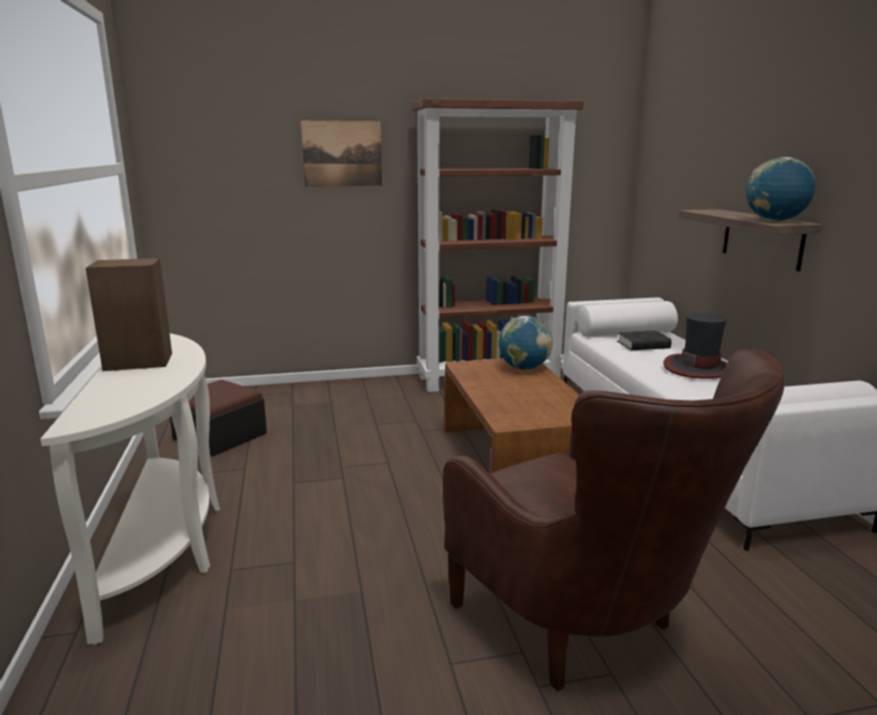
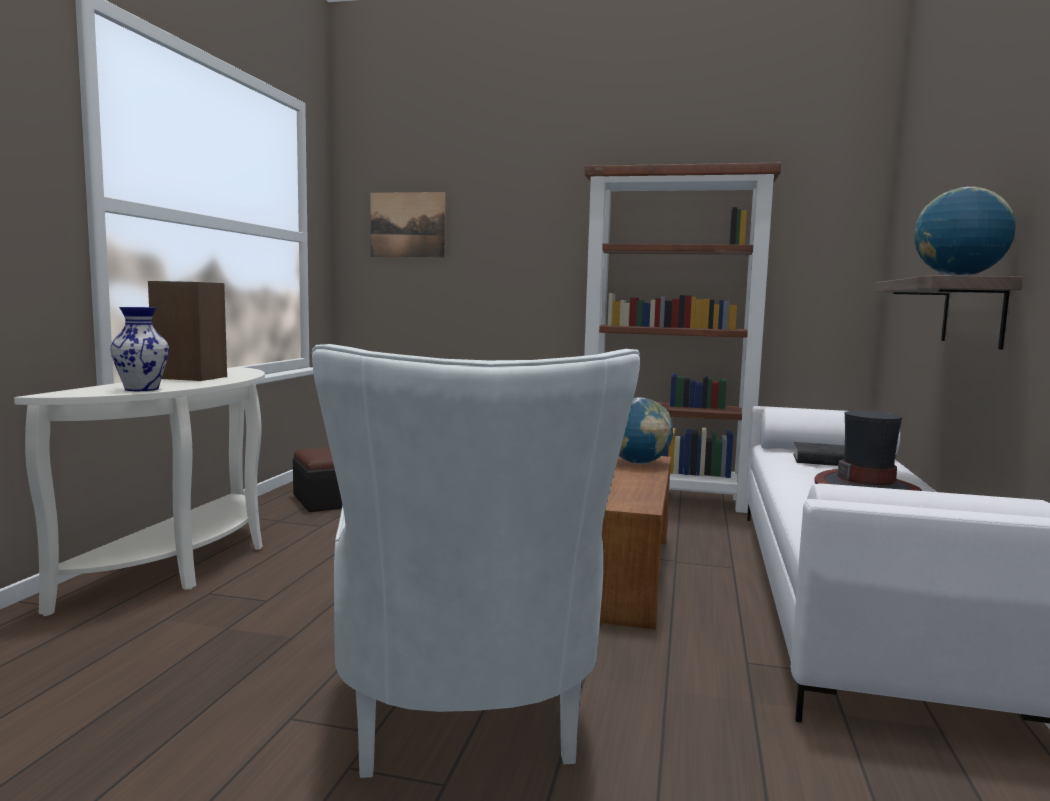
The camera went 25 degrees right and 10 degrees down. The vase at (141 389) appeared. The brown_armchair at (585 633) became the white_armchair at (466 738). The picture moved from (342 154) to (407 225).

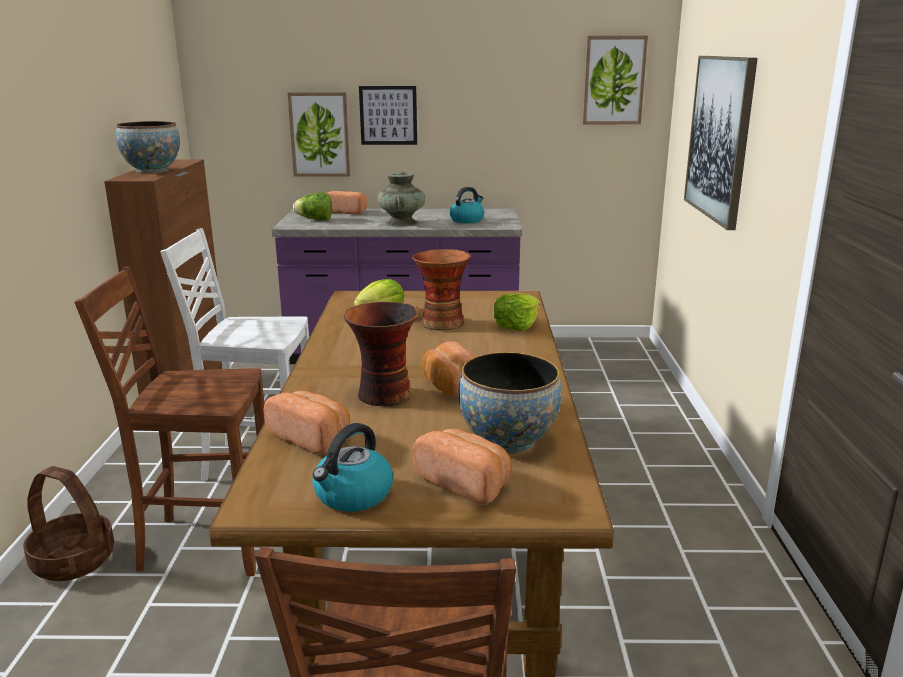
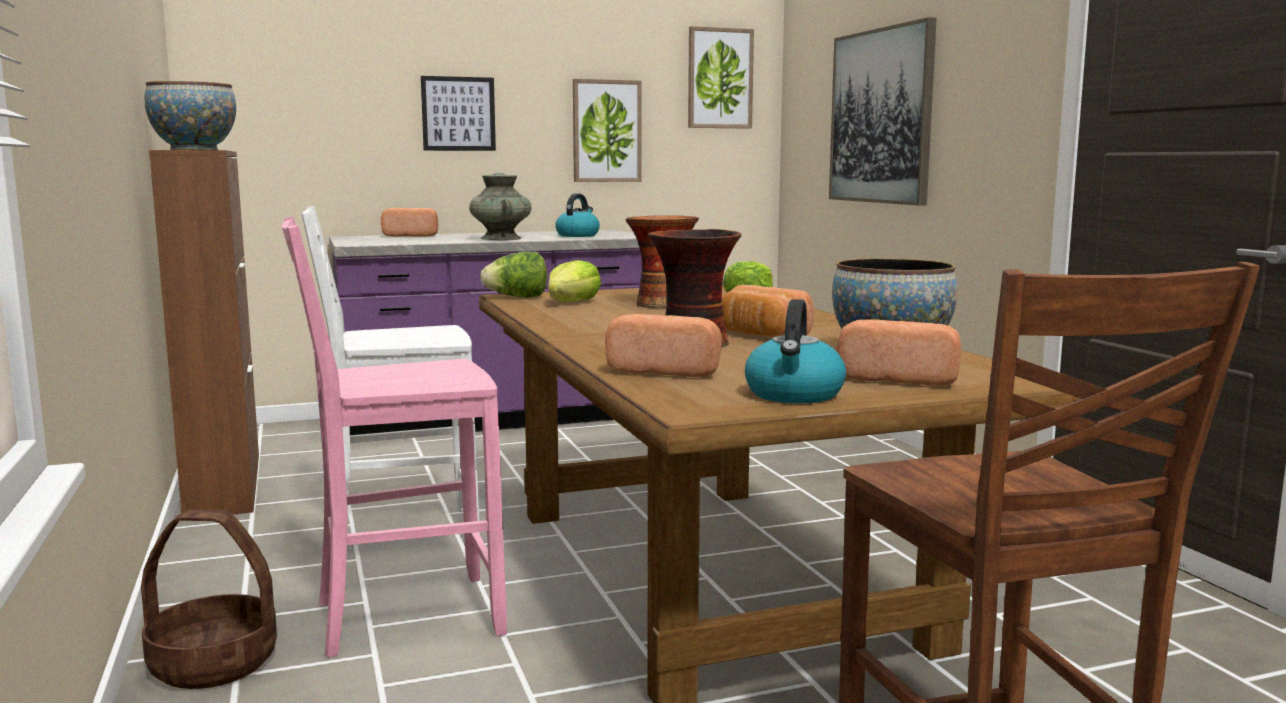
The camera went 20 degrees left and 10 degrees down. The brown_chair at (206 543) became the pink_chair at (404 616). The lettuce moved from (315 220) to (517 297). The picture moved from (320 134) to (606 131).

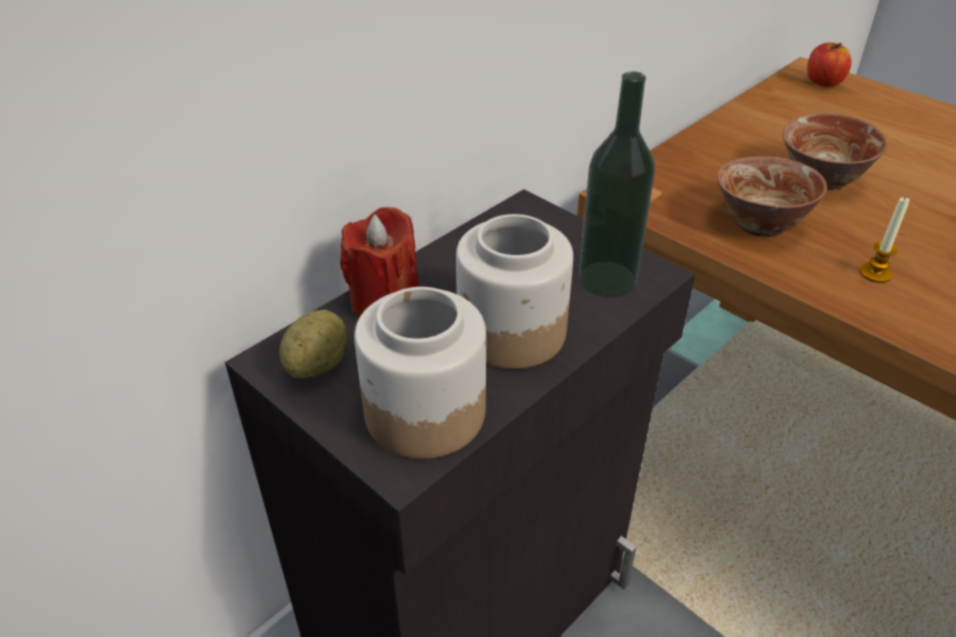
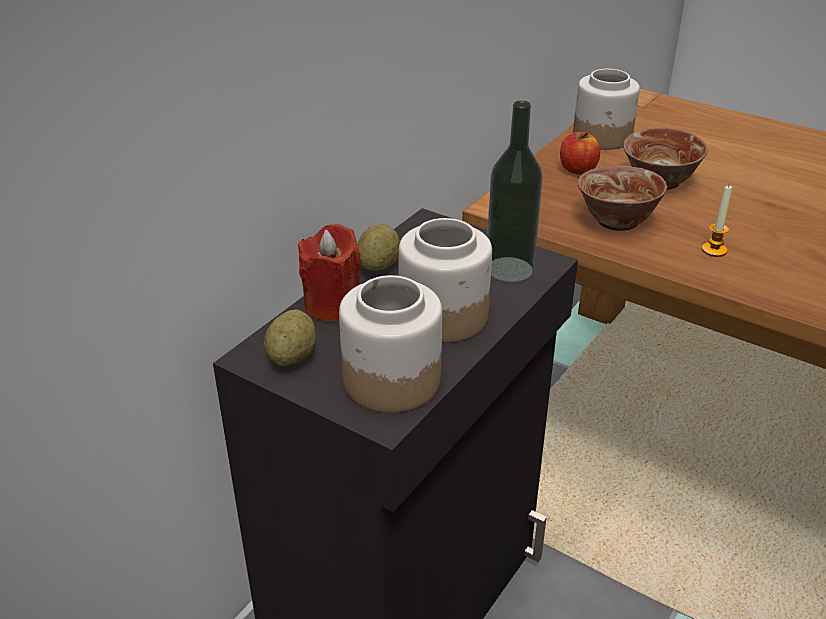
The camera went 10 degrees left and 5 degrees down. The potato at (378 265) appeared. The apple moved from (823 82) to (577 169). The jar at (602 137) appeared.

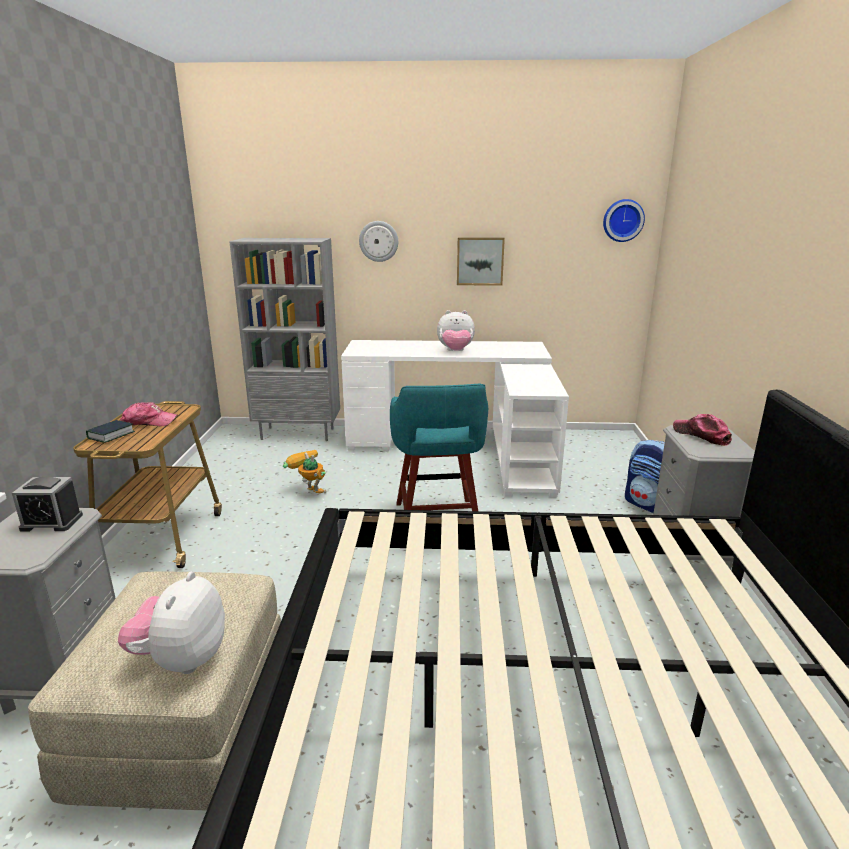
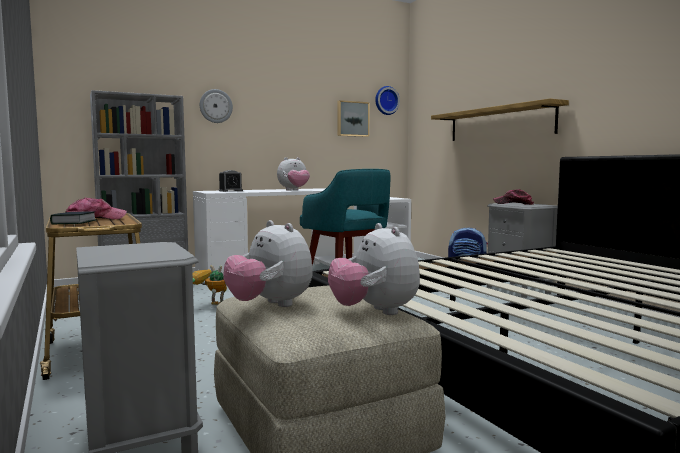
The camera went 30 degrees left and 15 degrees down. The alarm_clock moved from (51 522) to (230 191). The plush_toy at (270 305) appeared. The picture moved from (480 261) to (352 119). The shelf at (499 123) appeared.

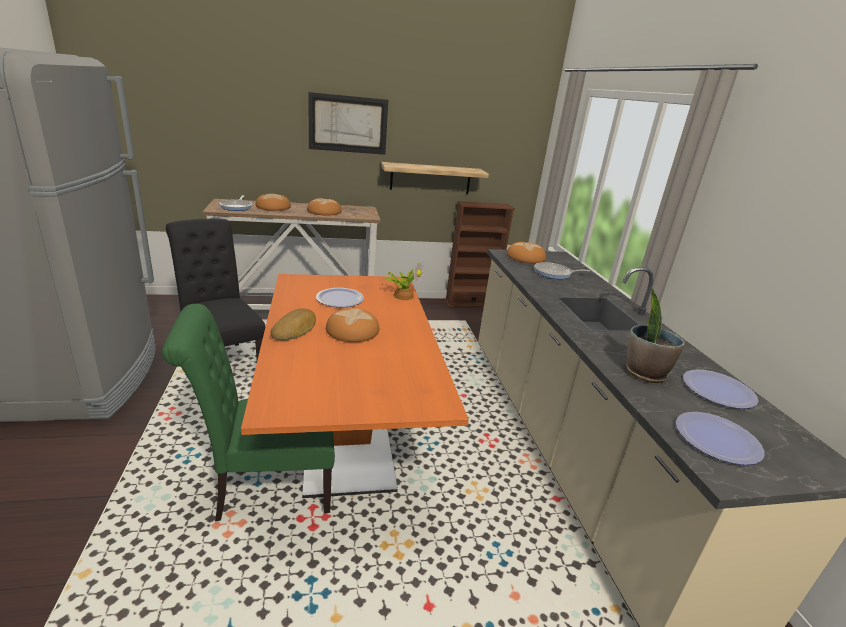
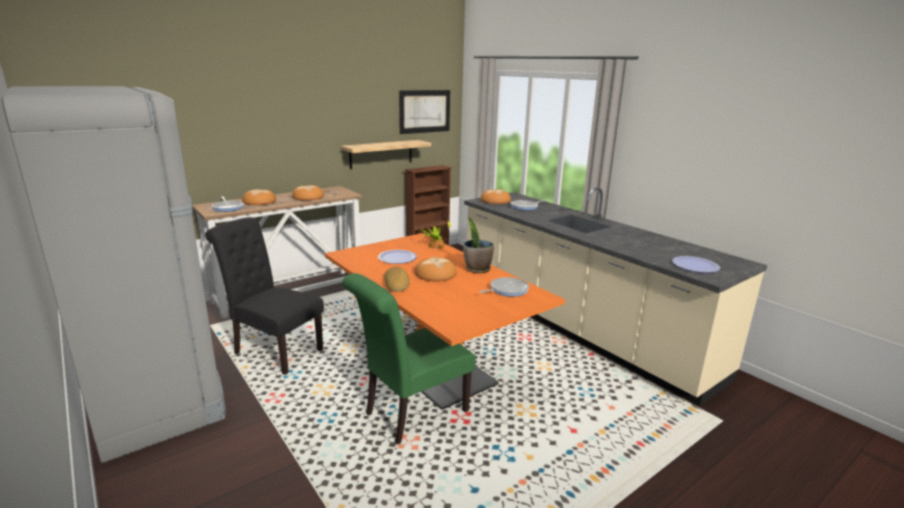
The camera went 25 degrees left and 5 degrees down. The picture moved from (348 124) to (425 111). The potted_plant moved from (644 373) to (477 269). The frying_pan at (507 290) appeared. The plate at (718 390) disappeared.

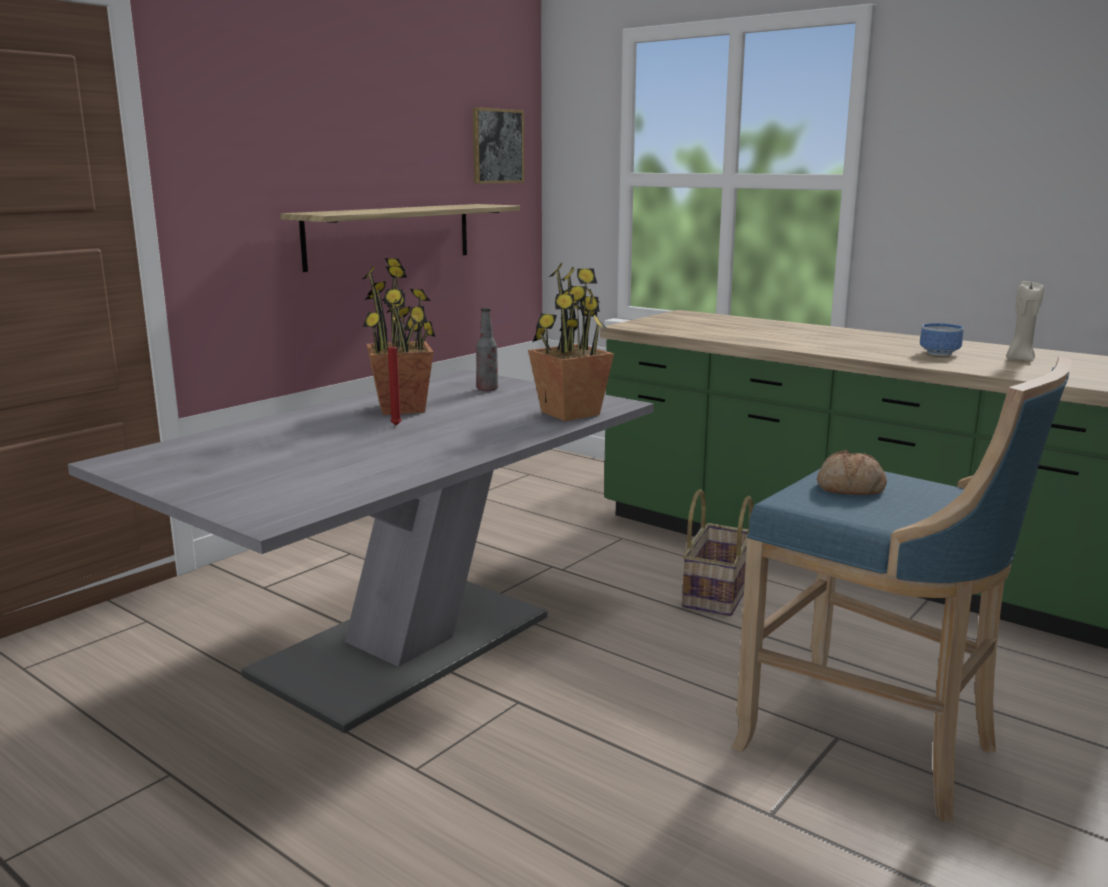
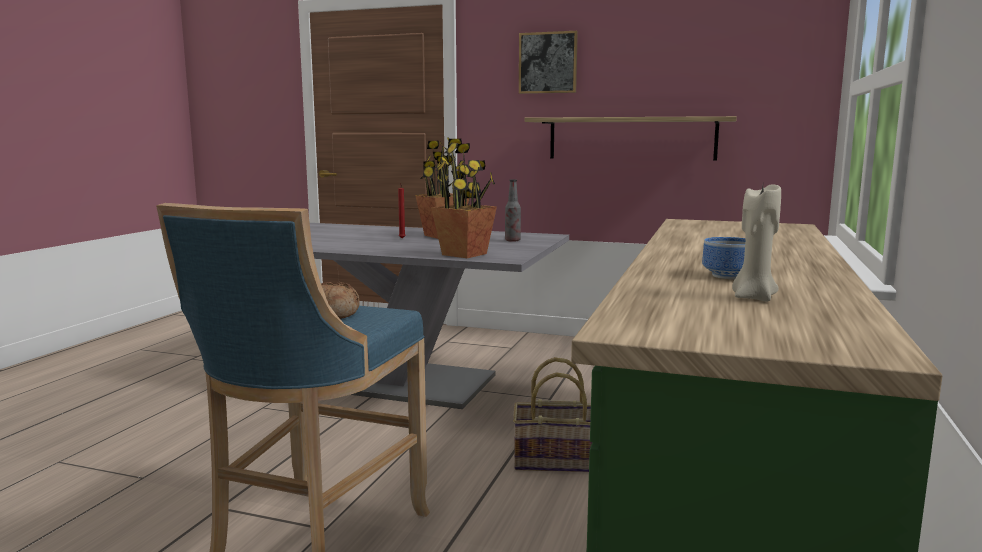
The camera went 70 degrees right and 5 degrees down. The picture moved from (497 146) to (548 63).

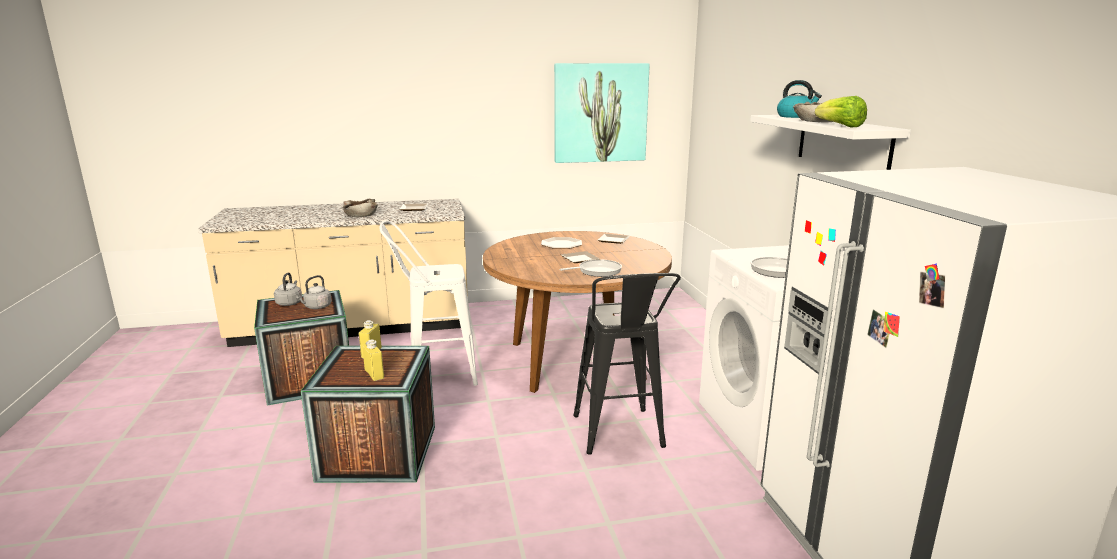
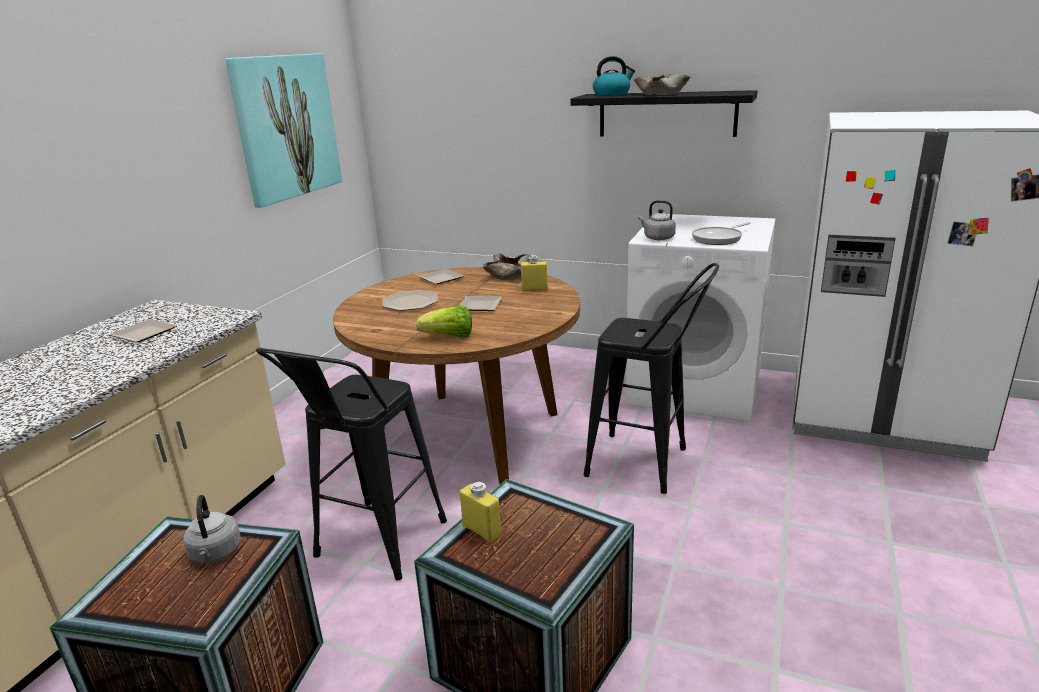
The camera went 55 degrees left and 5 degrees up. The white_stool at (434 374) became the black_stool at (373 547). The lettuce moved from (840 126) to (449 337). The beige_bowl moved from (360 214) to (509 275). The yellow_bottle moved from (374 374) to (534 289). The white_shelf at (843 143) became the black_shelf at (667 114). The grey_kettle moved from (290 303) to (657 238). The frying_pan at (597 271) disappeared.

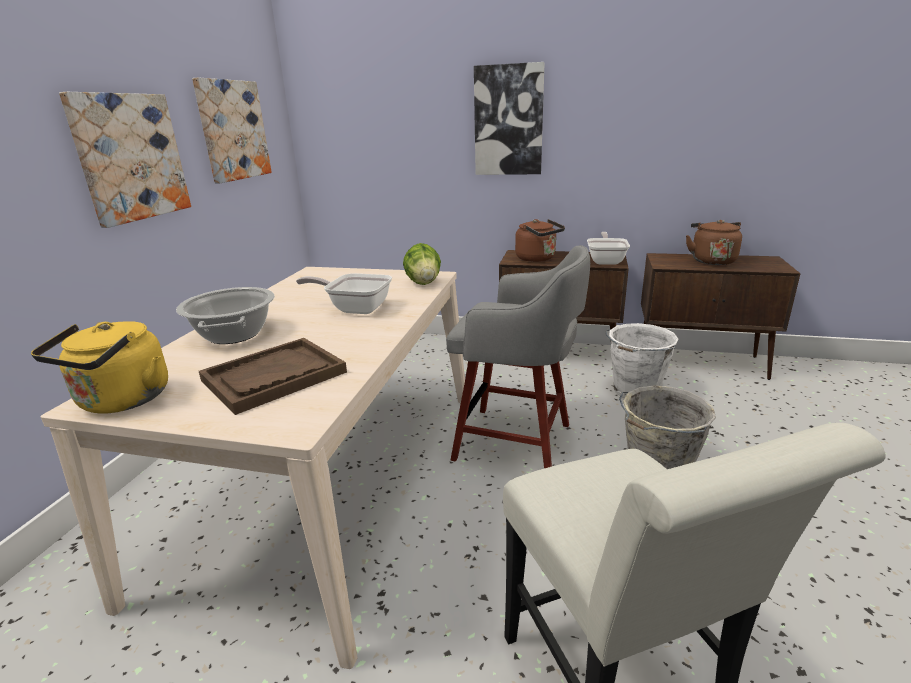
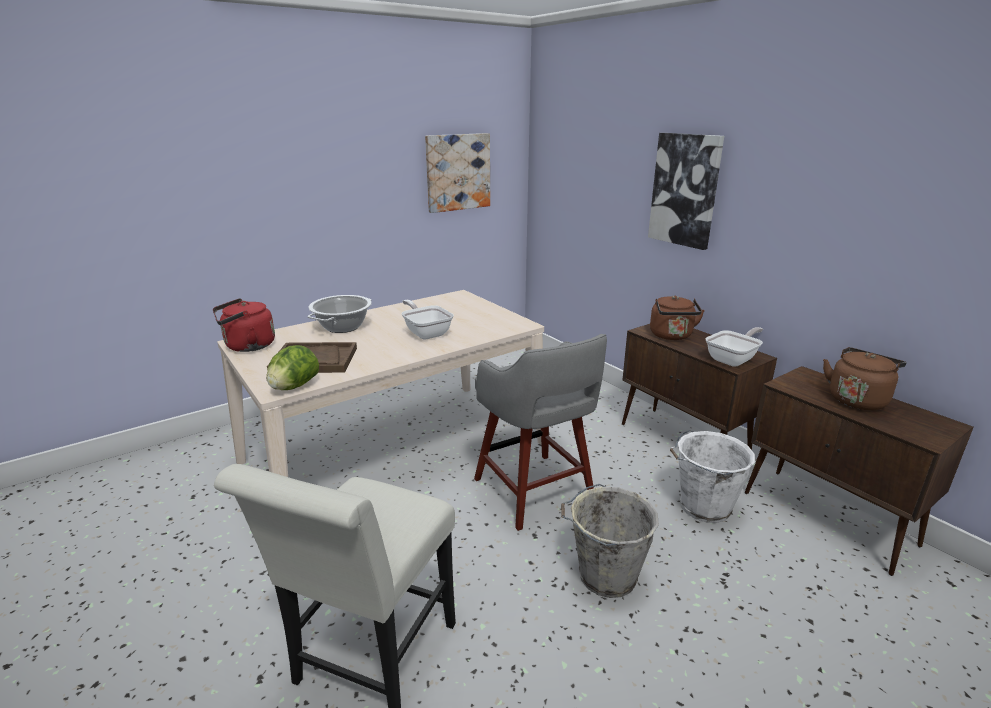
The camera went 40 degrees right and 0 degrees up. The yellow_kettle at (121 401) became the red_kettle at (247 346). The lettuce moved from (423 283) to (294 387). The picture at (130 157) disappeared.

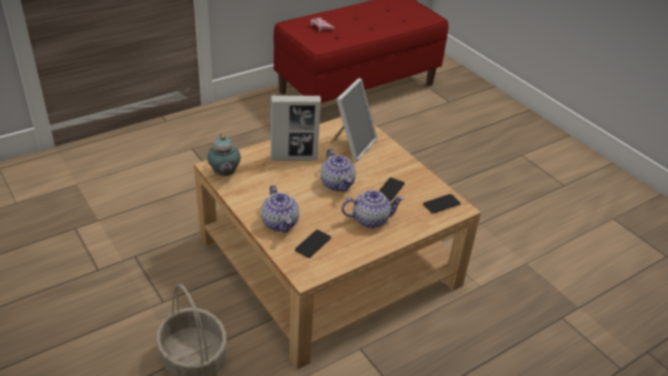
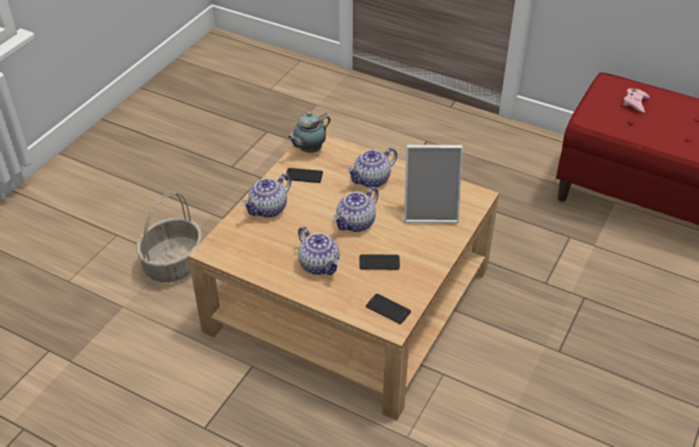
The camera went 65 degrees right and 5 degrees up. The phone moved from (313 244) to (304 176). The picture_frame at (294 158) was replaced by the teapot at (371 180).

